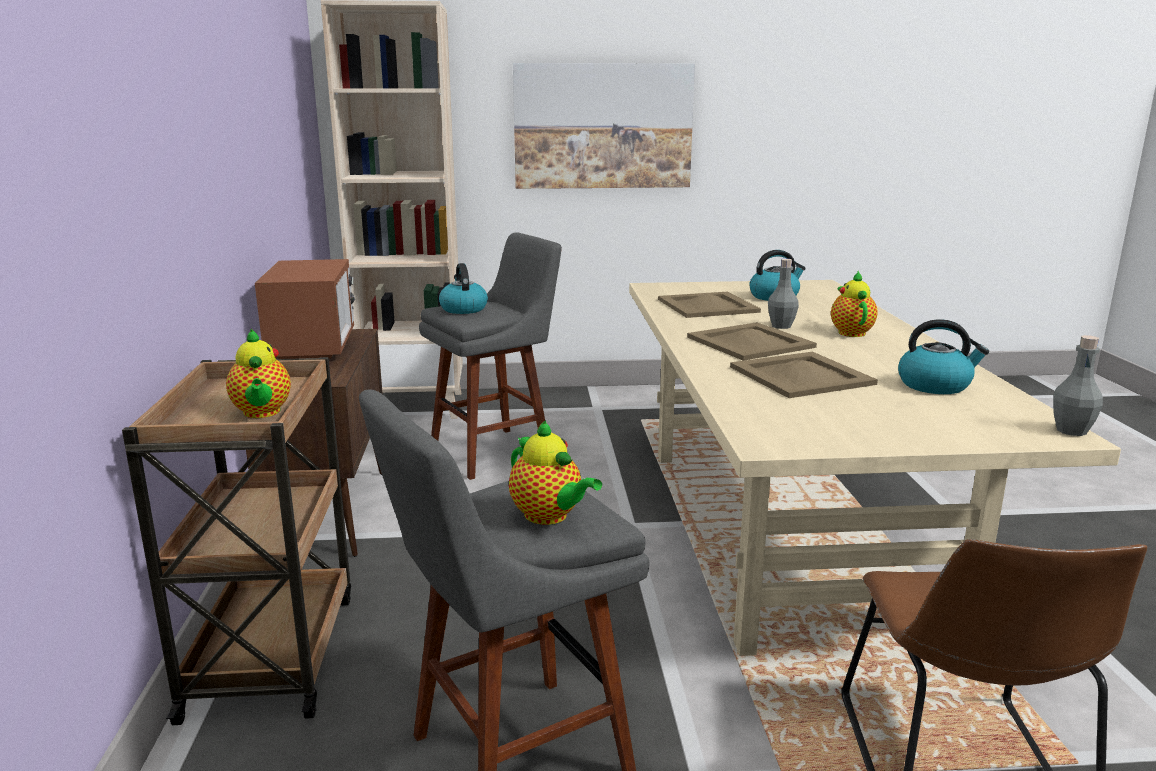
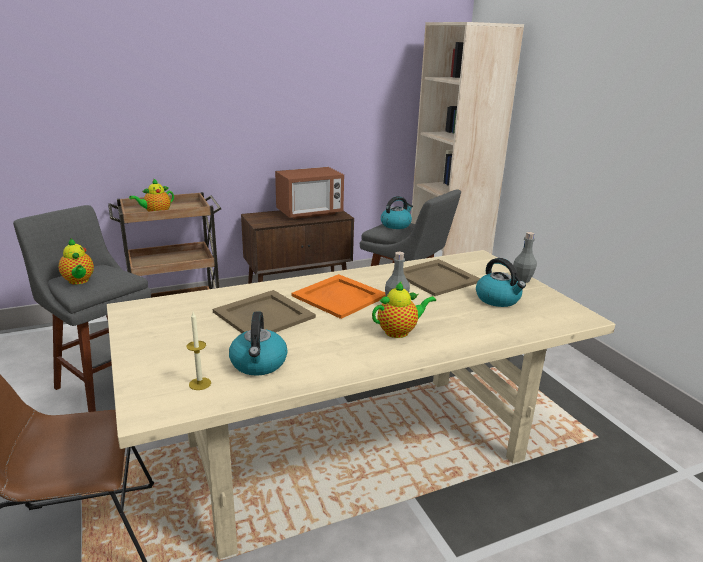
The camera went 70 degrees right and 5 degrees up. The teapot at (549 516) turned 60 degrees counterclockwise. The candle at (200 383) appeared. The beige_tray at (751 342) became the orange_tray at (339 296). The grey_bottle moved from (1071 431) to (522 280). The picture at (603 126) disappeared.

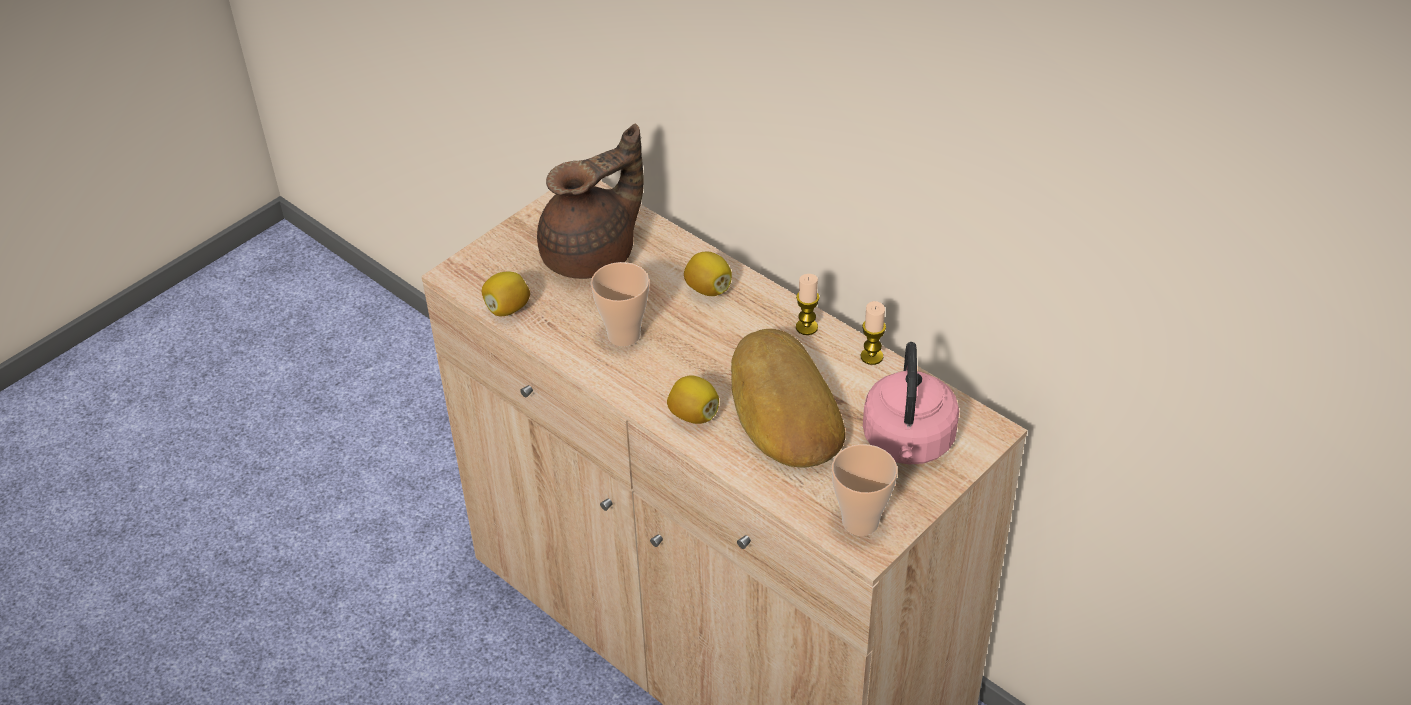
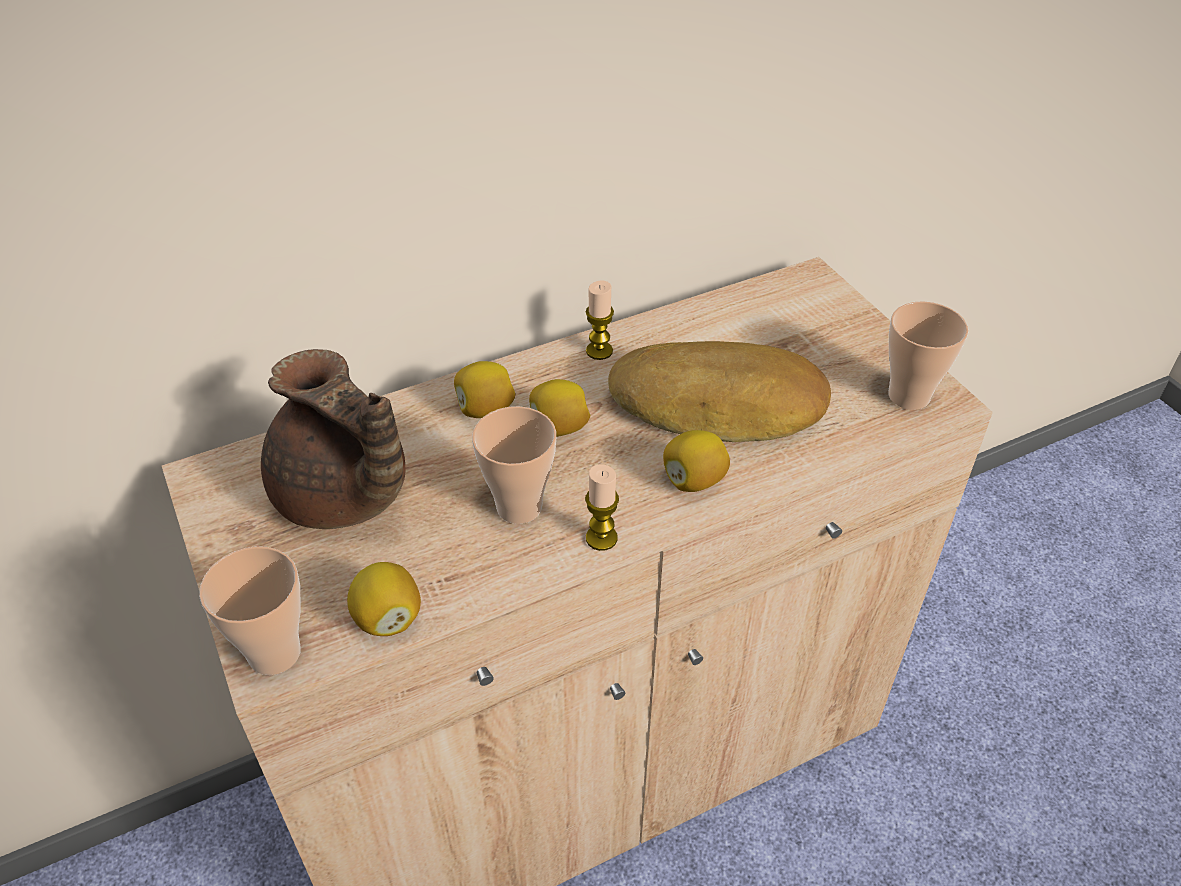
The camera went 70 degrees left and 0 degrees up. The cup at (274 653) appeared. The brown_teapot at (593 254) turned 150 degrees clockwise. The lemon at (558 428) appeared. The candle moved from (871 356) to (601 538). The pink_kettle at (908 444) disappeared.

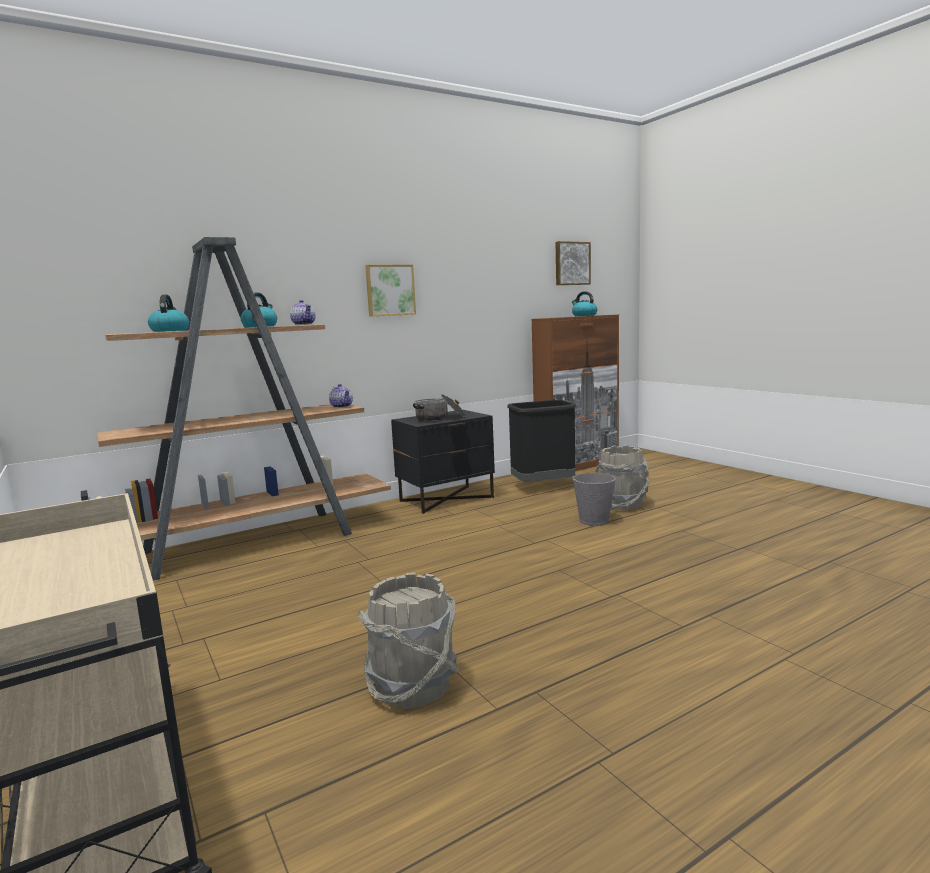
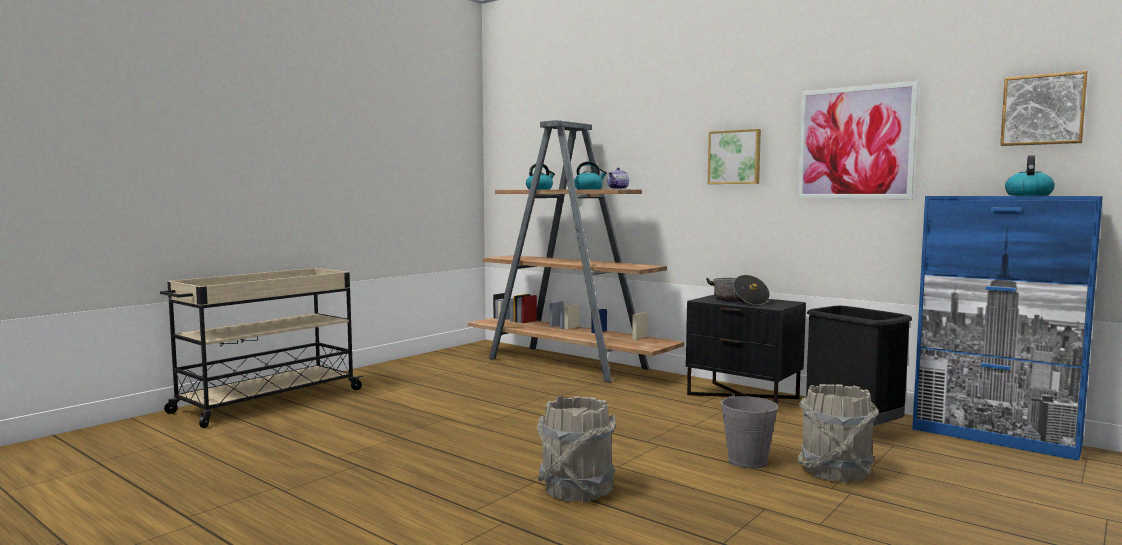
The camera went 70 degrees right and 5 degrees down. The grey_bucket moved from (413 686) to (577 490). The picture at (855 143) appeared. The brown_cabinet at (578 466) became the blue_cabinet at (995 438). The teapot at (342 406) disappeared.

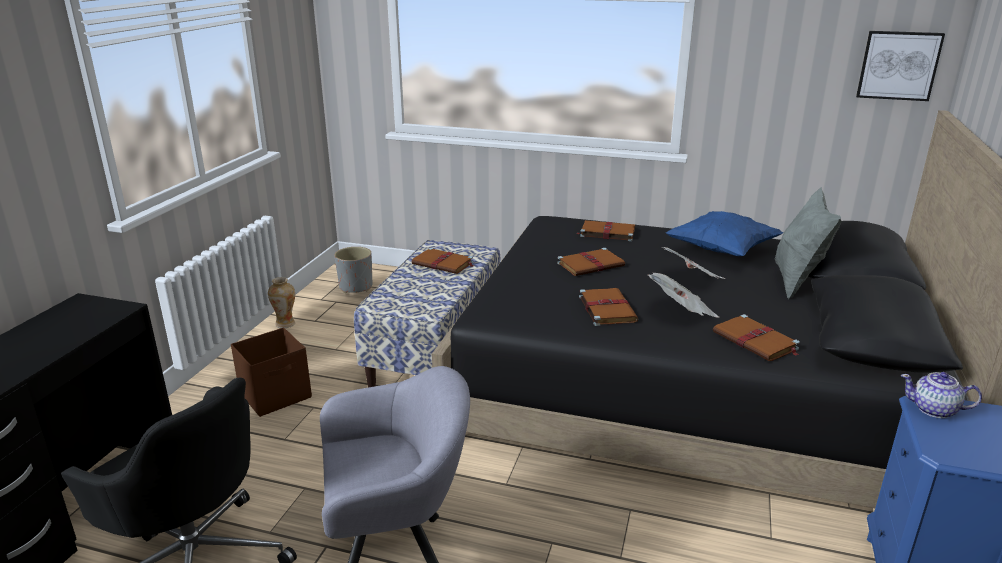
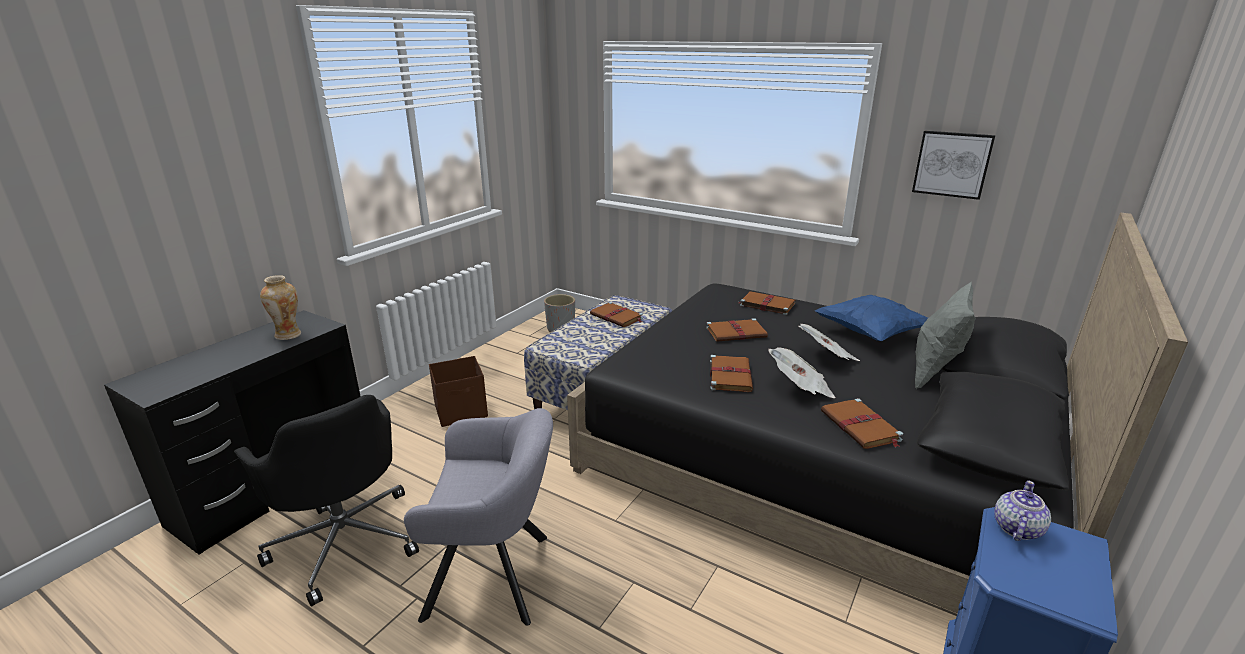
The camera went 15 degrees right and 0 degrees up. The vase moved from (285 324) to (288 335). The picture moved from (898 65) to (952 164). The teapot at (934 410) turned 90 degrees clockwise.

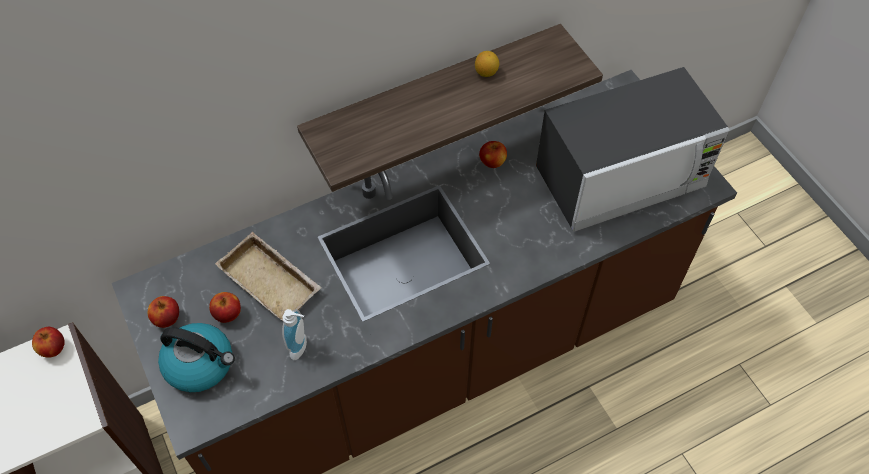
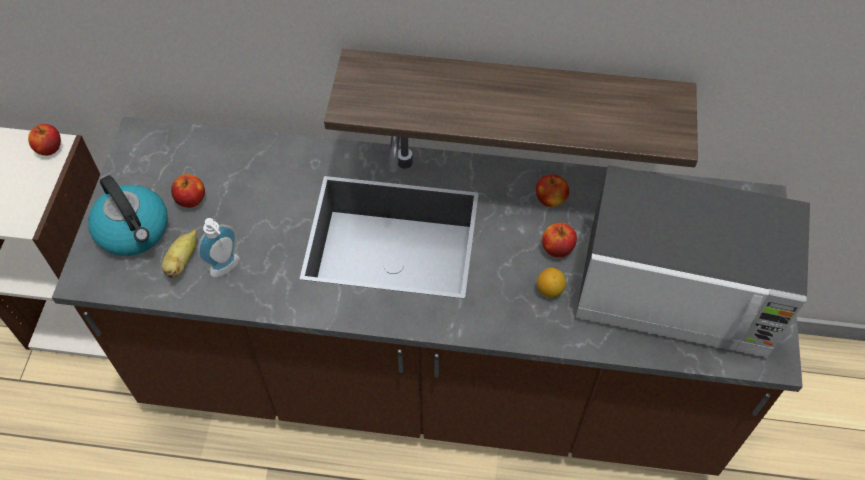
The camera went 35 degrees right and 0 degrees up. The banana at (182 261) appeared. The lemon moved from (486 72) to (550 290). The apple moved from (167 319) to (557 249). The beige_tray at (273 281) disappeared.

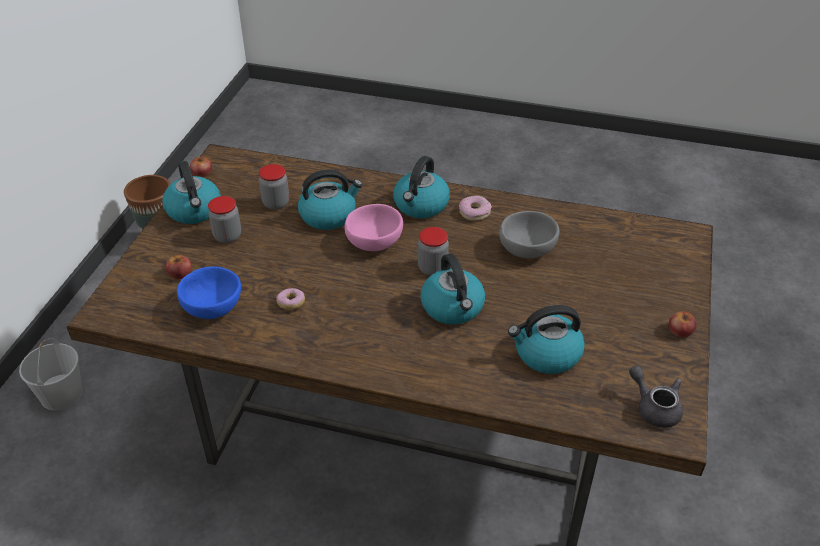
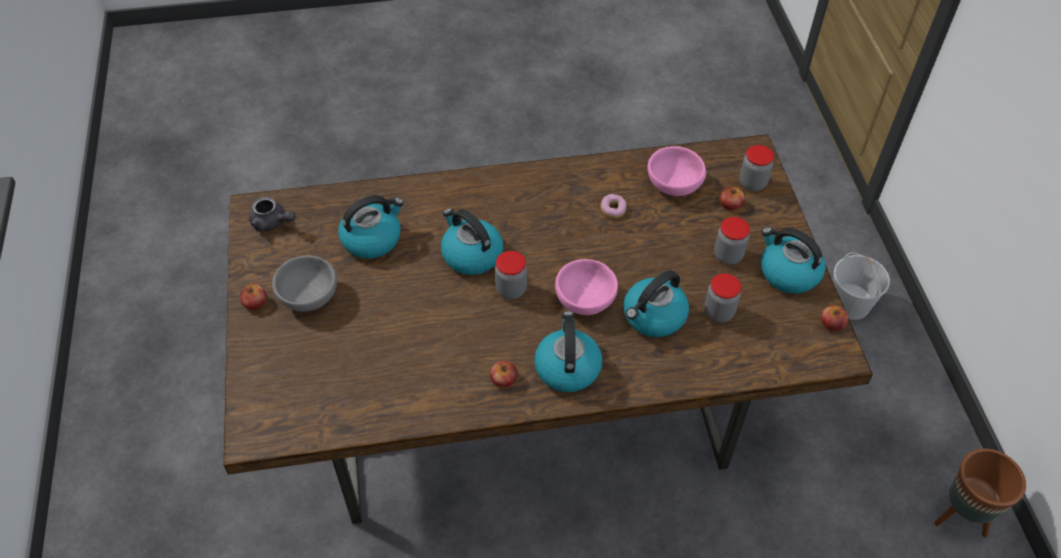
The camera went 155 degrees right and 10 degrees up. The grey_bowl moved from (528 250) to (307 296). The donut at (474 212) was replaced by the apple at (503 379). The blue_bowl at (212 308) became the pink_bowl at (673 183). The jar at (752 183) appeared.

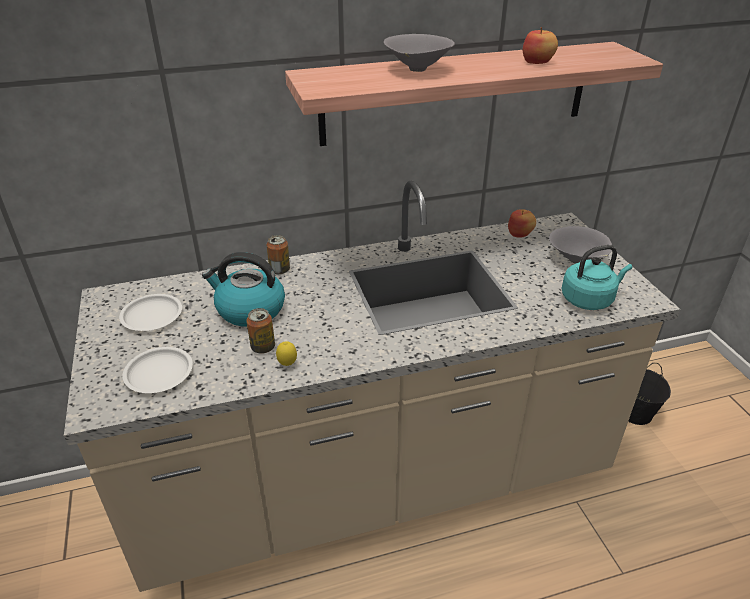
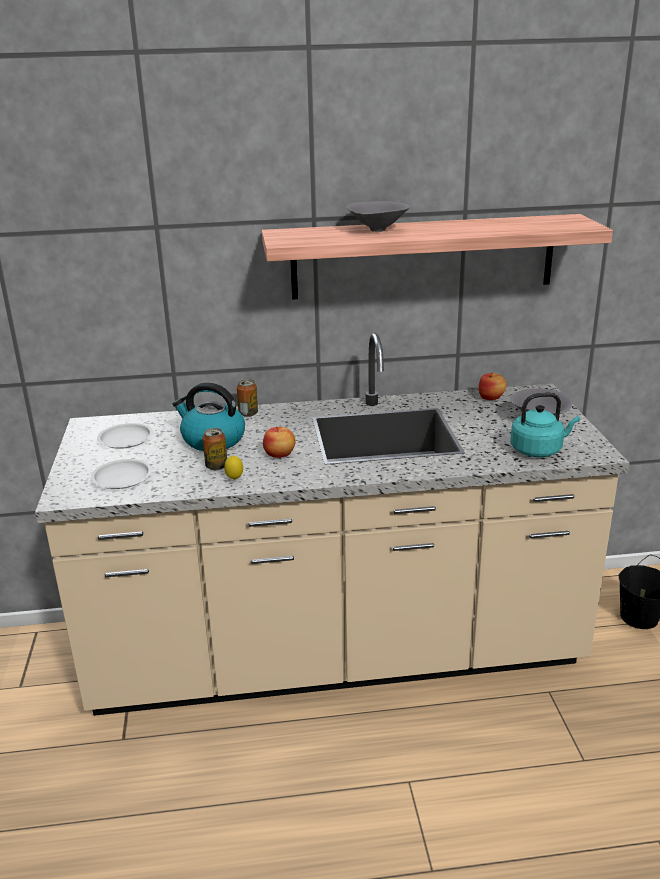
The camera went 10 degrees right and 10 degrees down. The apple moved from (538 62) to (280 455).

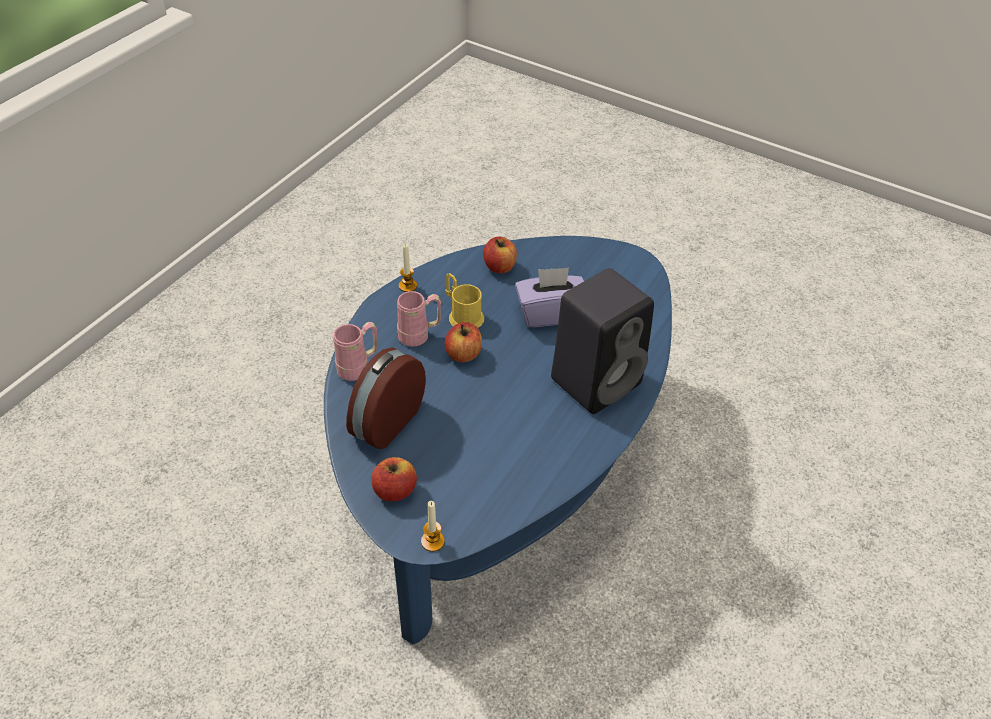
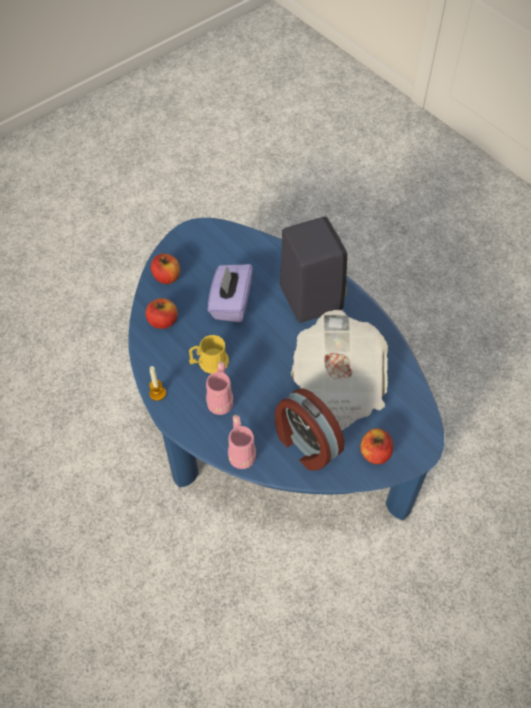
The camera went 70 degrees left and 10 degrees up. The apple moved from (463 354) to (167 277). The newspaper at (338 386) appeared. The candle at (432 541) disappeared.

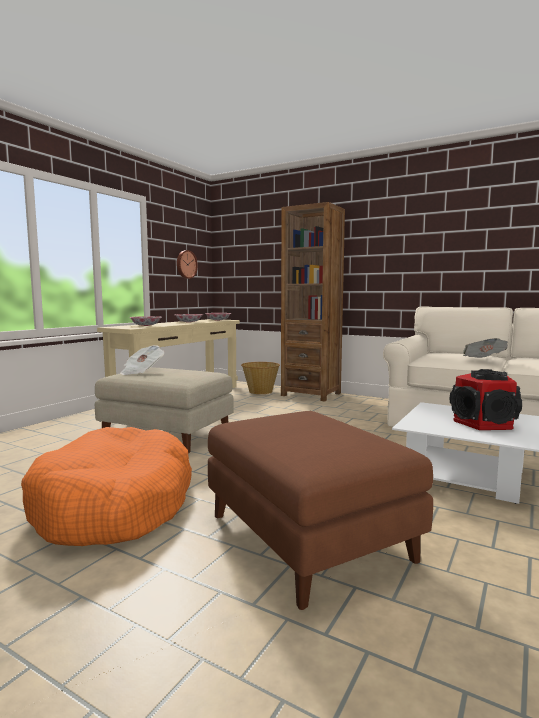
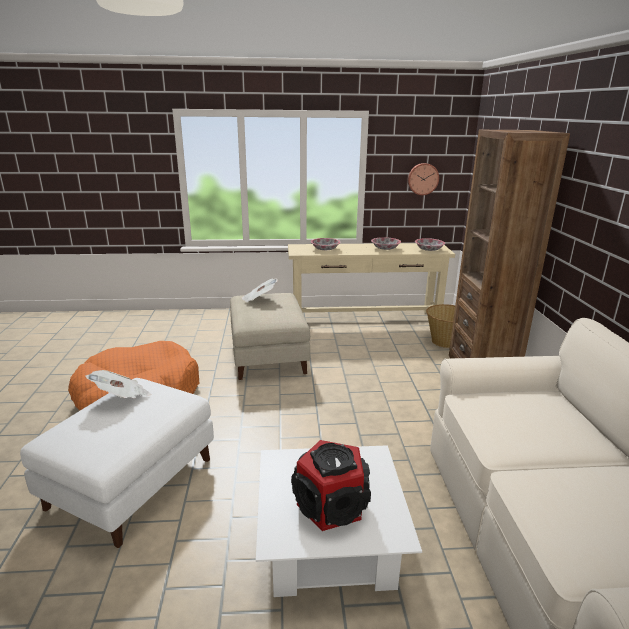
The camera went 55 degrees right and 15 degrees up. The brown_ottoman at (306 537) became the white_ottoman at (132 482). The newspaper moved from (483 360) to (122 397).

